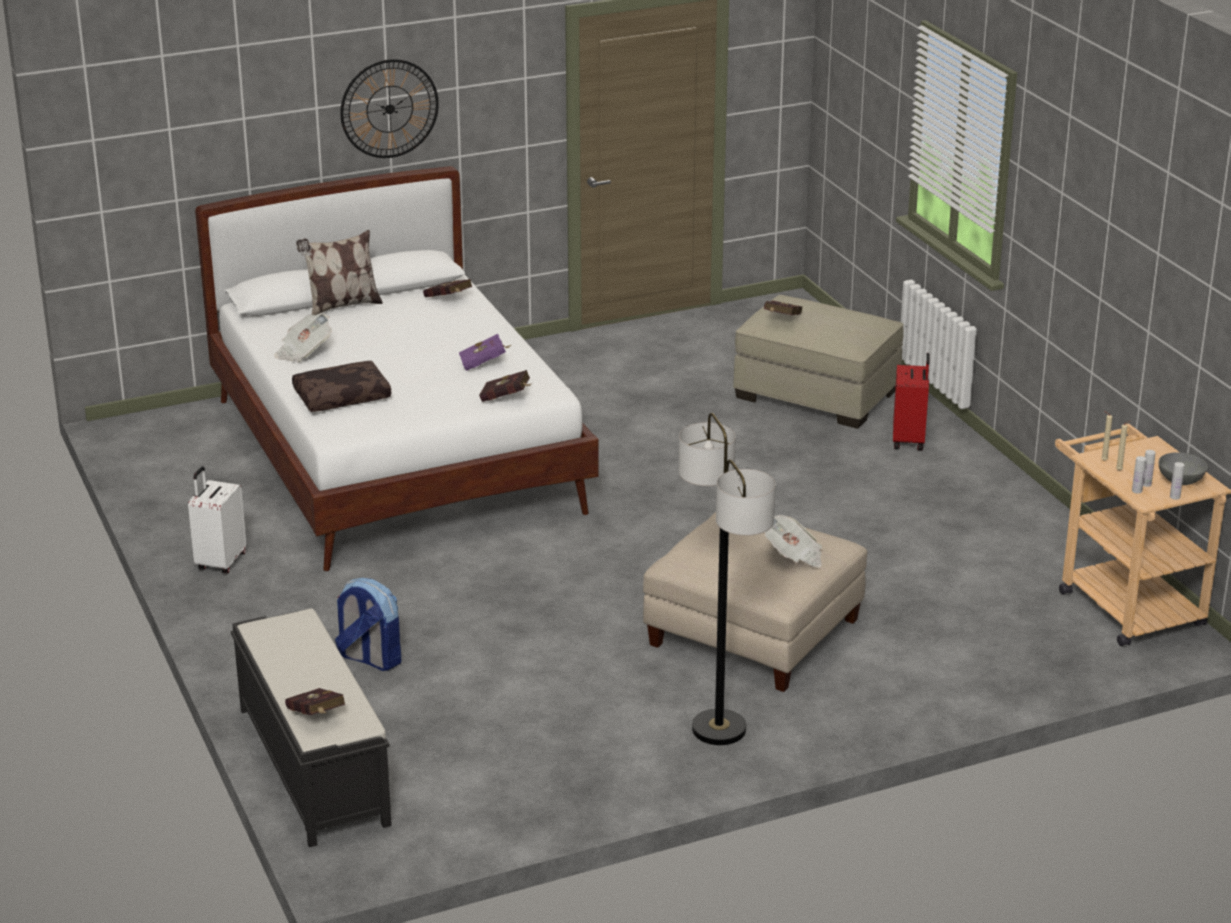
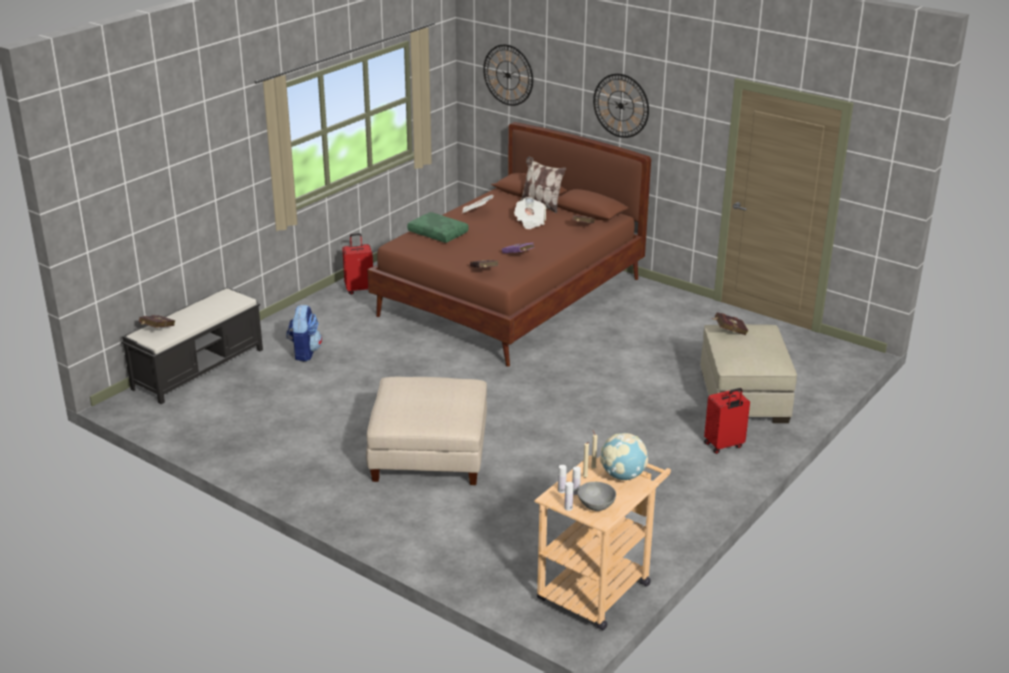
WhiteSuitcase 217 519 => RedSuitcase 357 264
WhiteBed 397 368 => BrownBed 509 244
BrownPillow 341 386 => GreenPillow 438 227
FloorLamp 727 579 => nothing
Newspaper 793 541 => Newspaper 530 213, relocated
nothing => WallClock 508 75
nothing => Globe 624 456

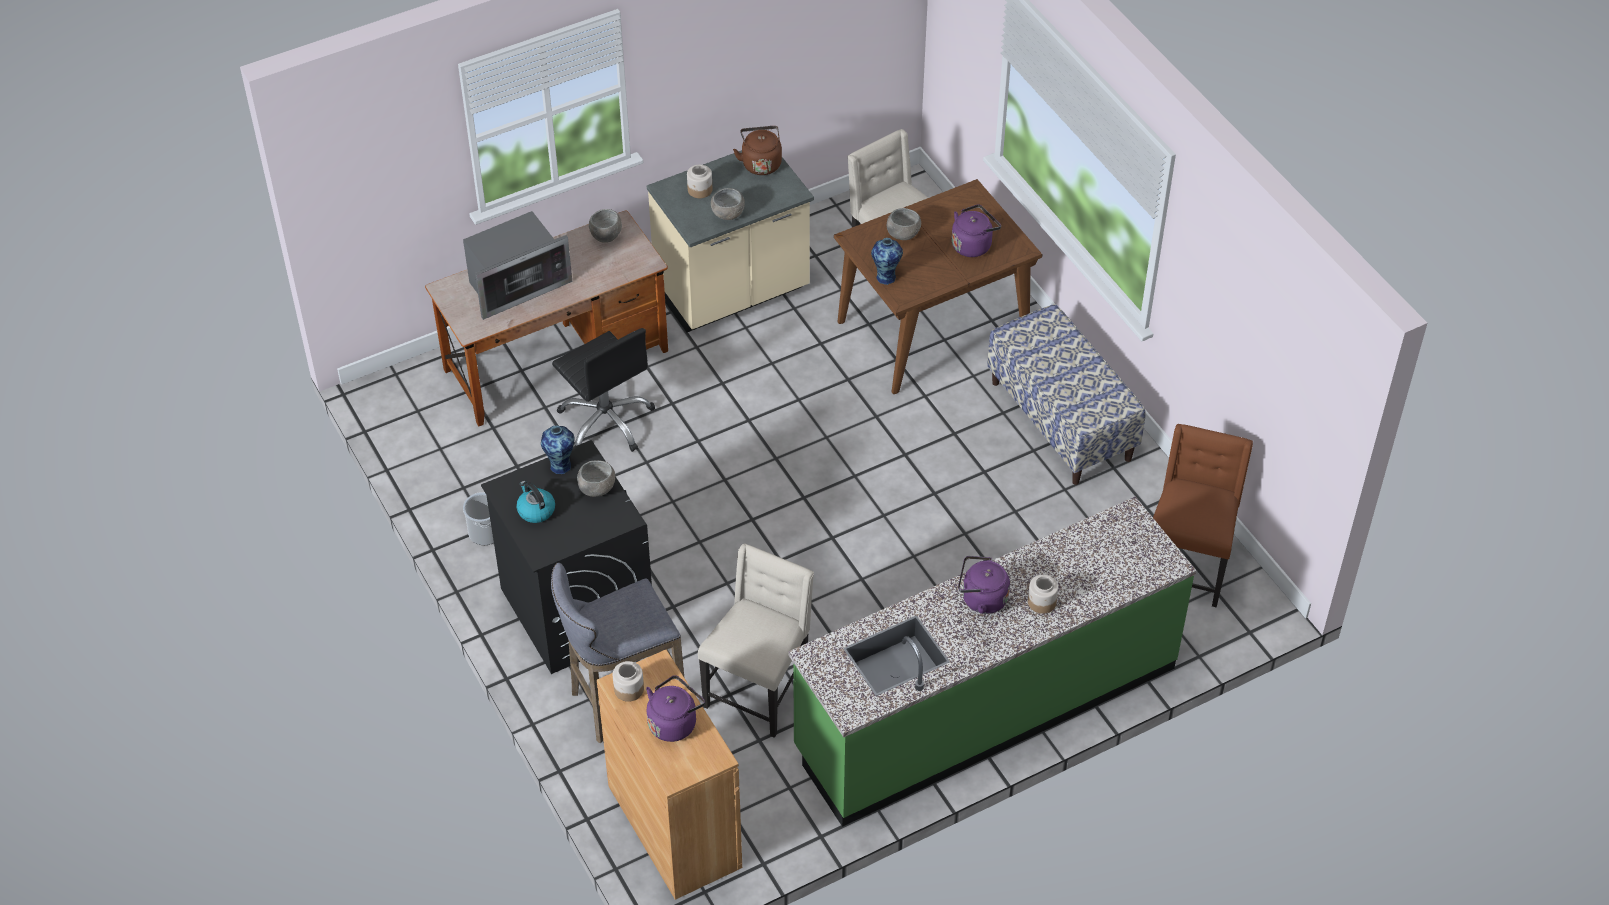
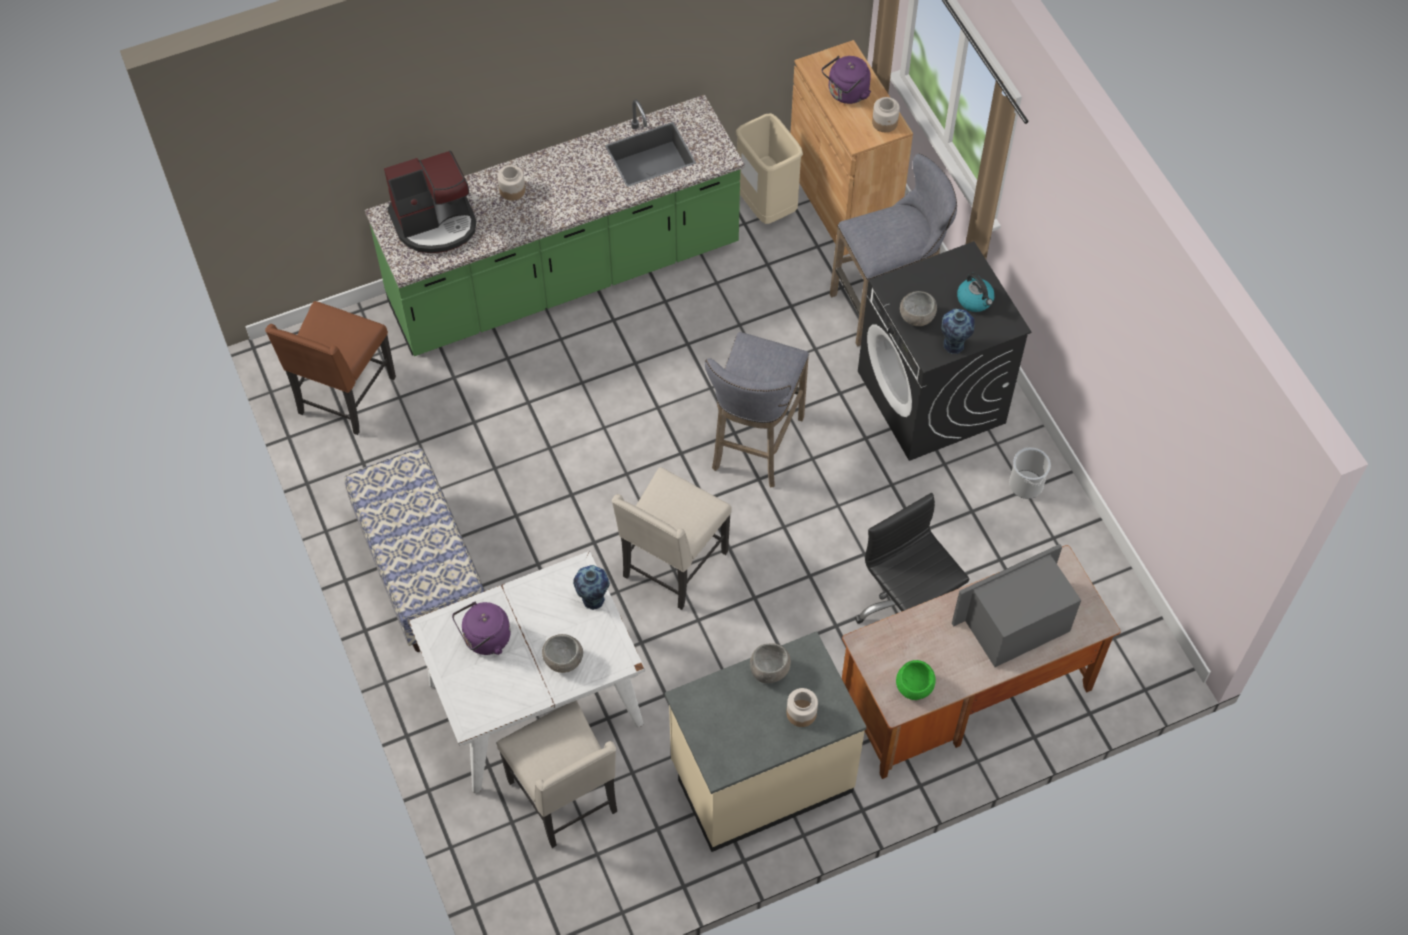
GreyBowl 605 226 => GreenBowl 916 680
BeigeChair 756 640 => BeigeChair 672 538, relocated
BrownKettle 757 150 => nothing
BrownDiningTable 938 286 => WhiteDiningTable 527 672
PurpleKettle 984 585 => nothing
nothing => CoffeeMachine 430 202
nothing => GreyStool 757 410
nothing => BeigeTrashCan 769 168

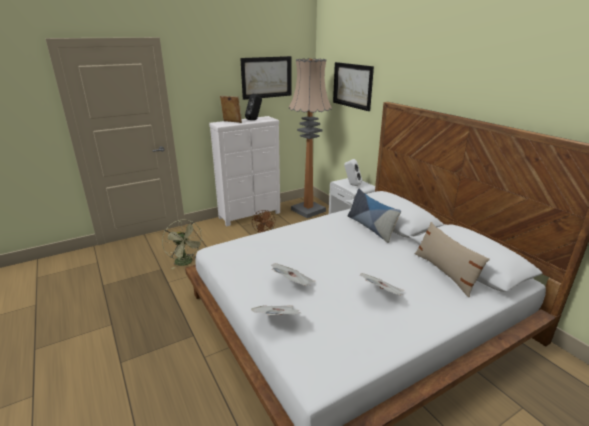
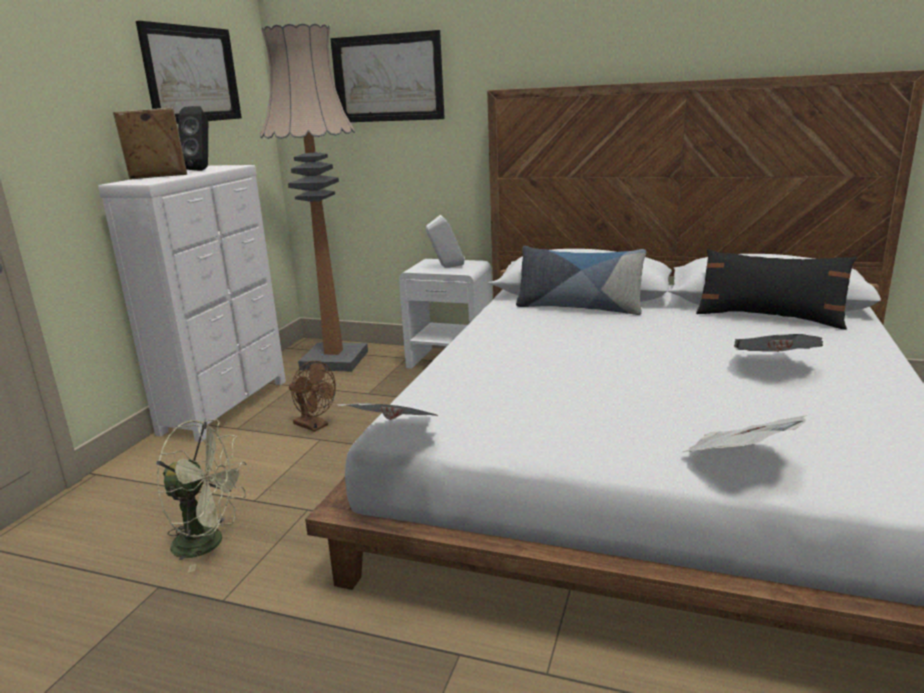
Newspaper 293 274 => Newspaper 388 411, relocated
BeigePillow 452 259 => BlackPillow 776 289

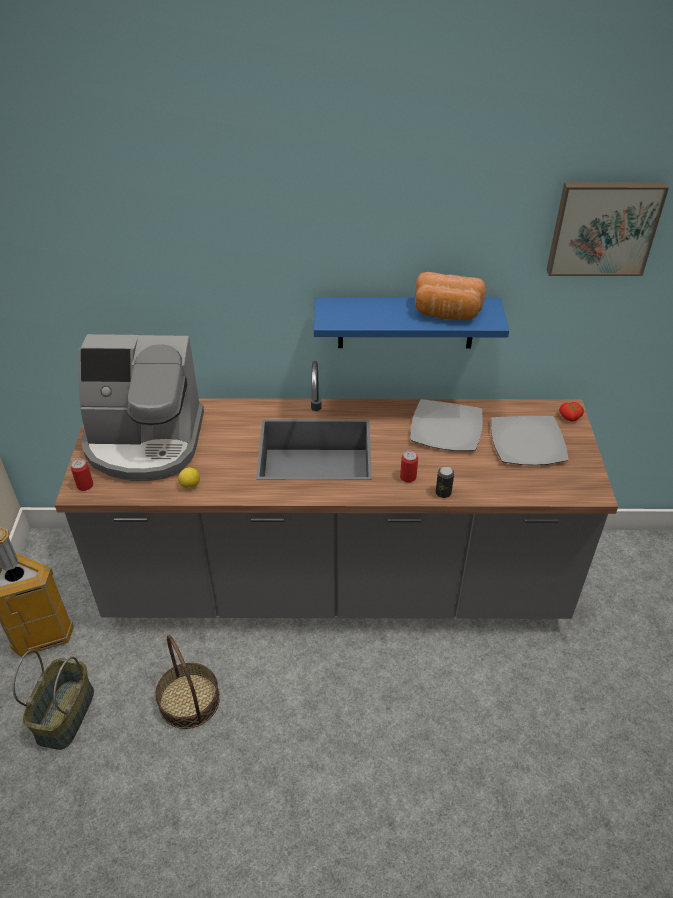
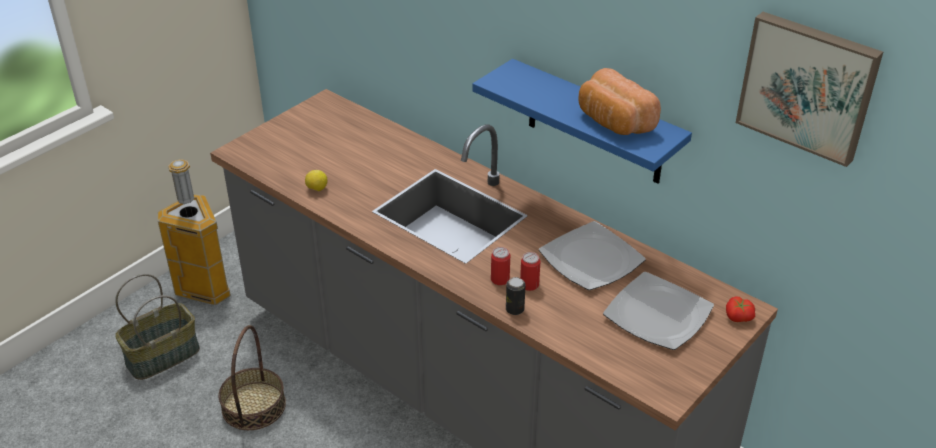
Can 82 474 => Can 530 271, relocated
CoffeeMachine 141 407 => nothing

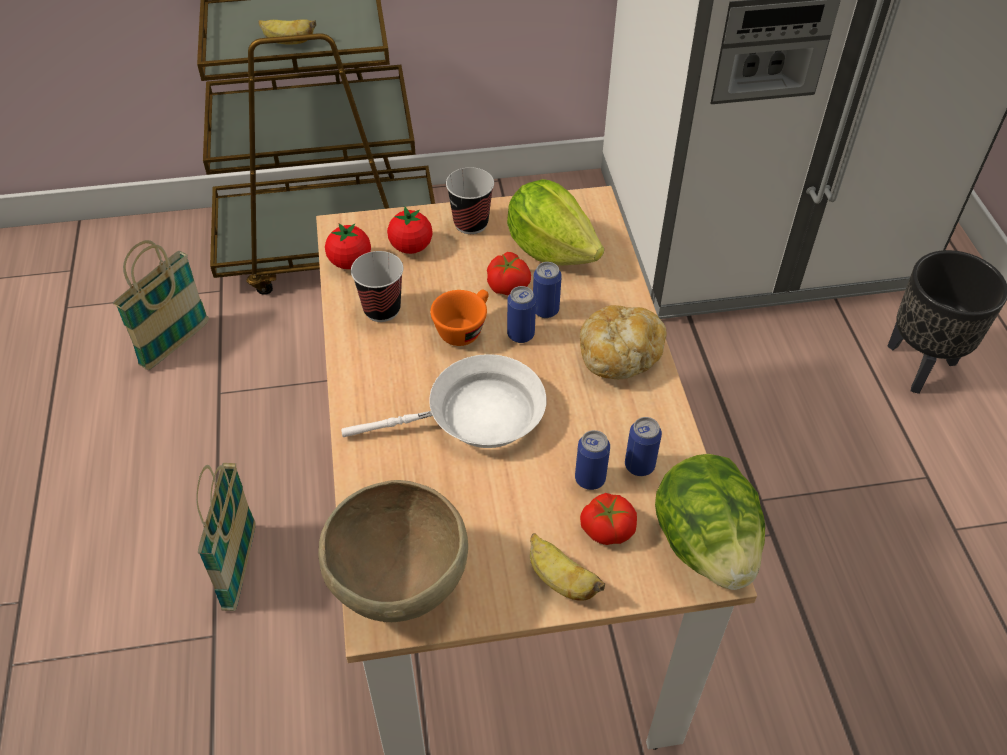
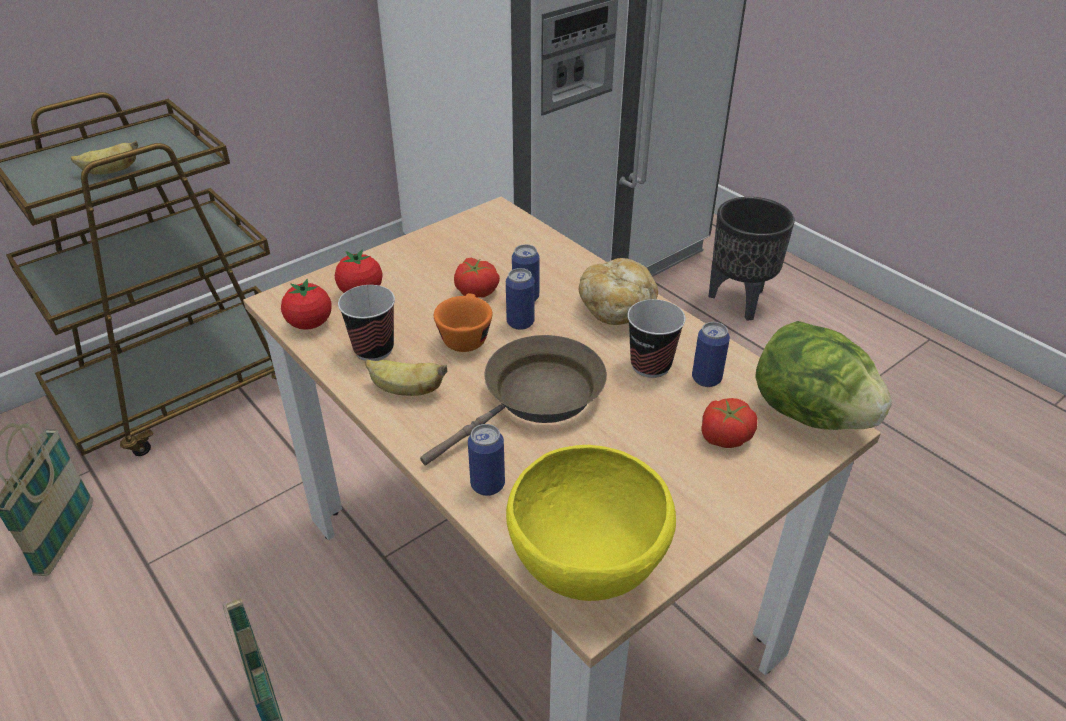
BrownBowl 393 551 => YellowBowl 591 523
WhiteFryingPan 443 401 => BrownFryingPan 513 400
Cup 470 200 => Cup 656 338, relocated
Lettuce 555 222 => nothing
Banana 567 567 => Banana 406 377, relocated
Can 592 460 => Can 486 460, relocated

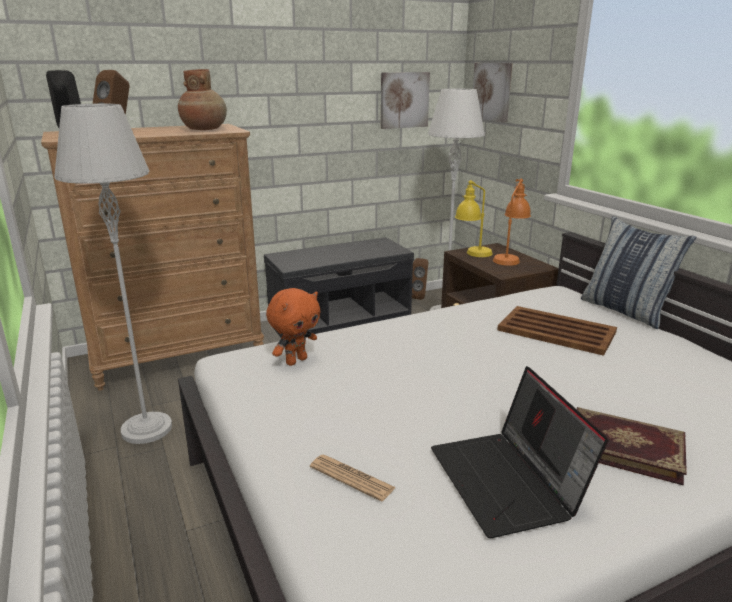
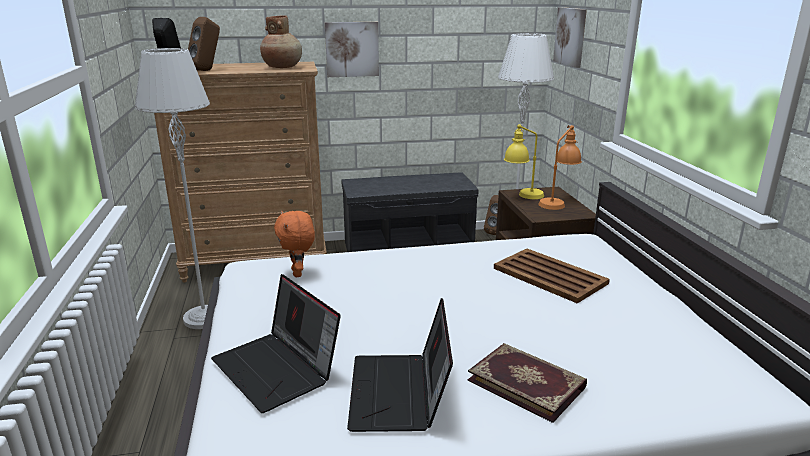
OrangePlushToy 293 327 => OrangePlushToy 294 244, 105 degrees clockwise
Newspaper 353 477 => Laptop 276 343
Picture 405 100 => Picture 352 49, relocated
Pillow 638 272 => nothing

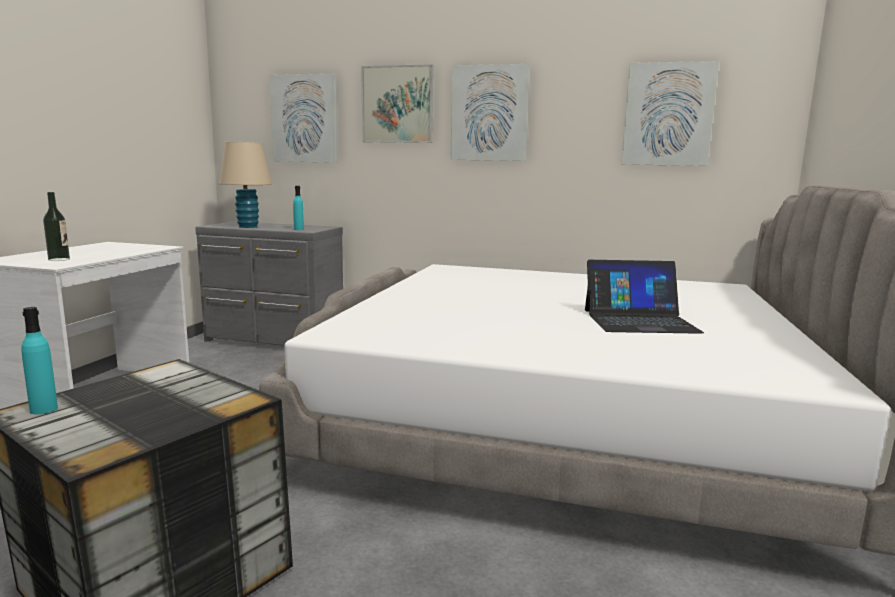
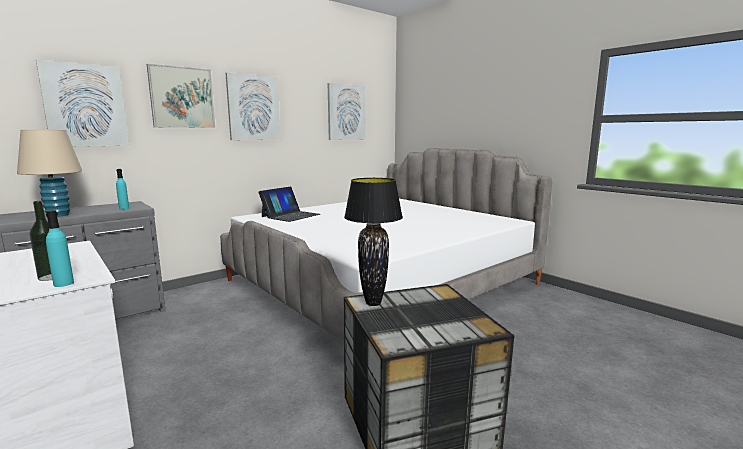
TurquoiseBottle 39 360 => TurquoiseBottle 60 248, relocated
Laptop 644 297 => Laptop 289 204, relocated
nothing => BlackTableLamp 373 242

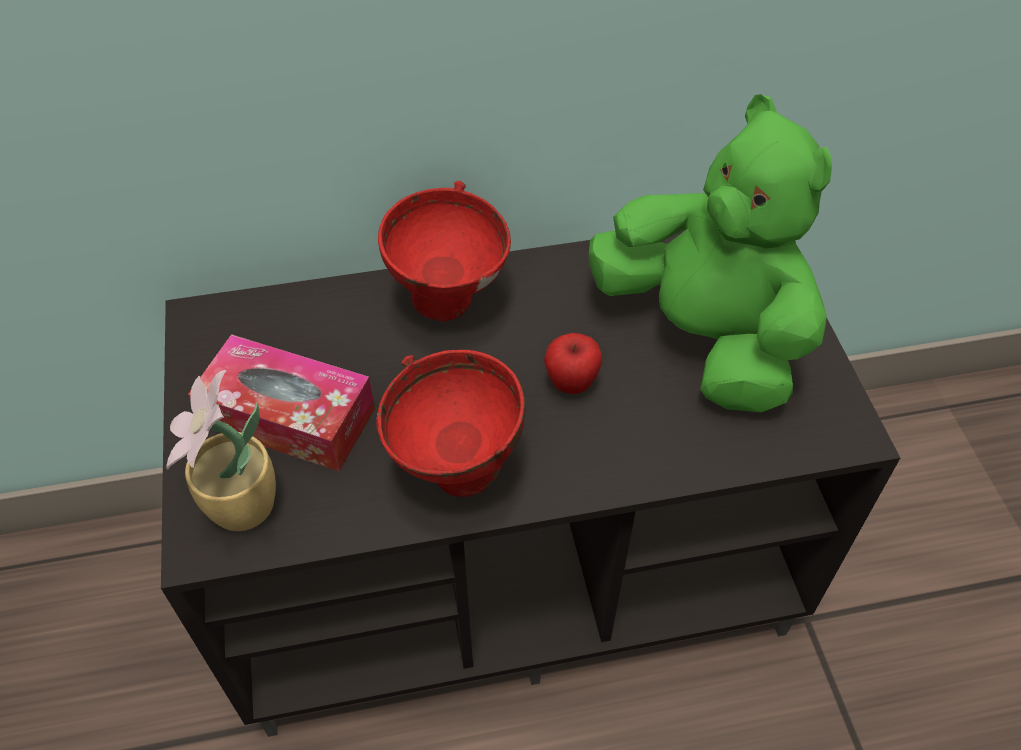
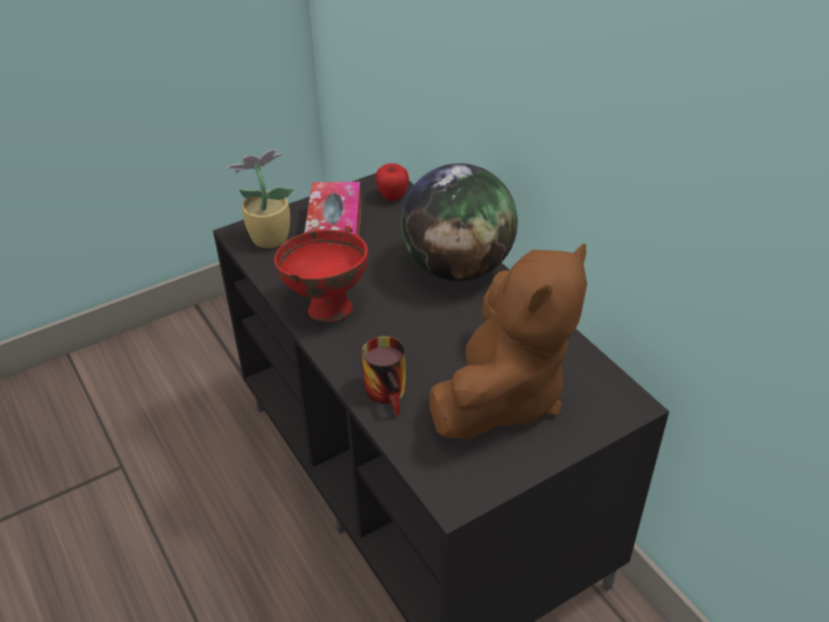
RedBowl 444 251 => Globe 459 222
Apple 573 363 => Apple 392 182, relocated
GreenPlushToy 710 253 => BrownPlushToy 508 341
nothing => Mug 384 375

